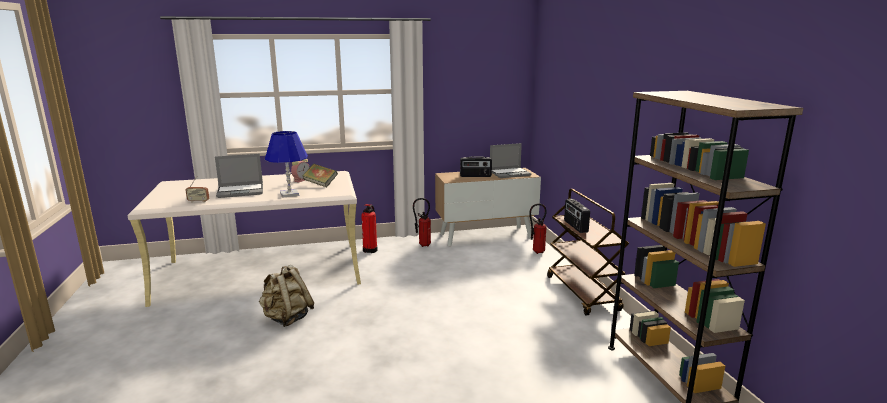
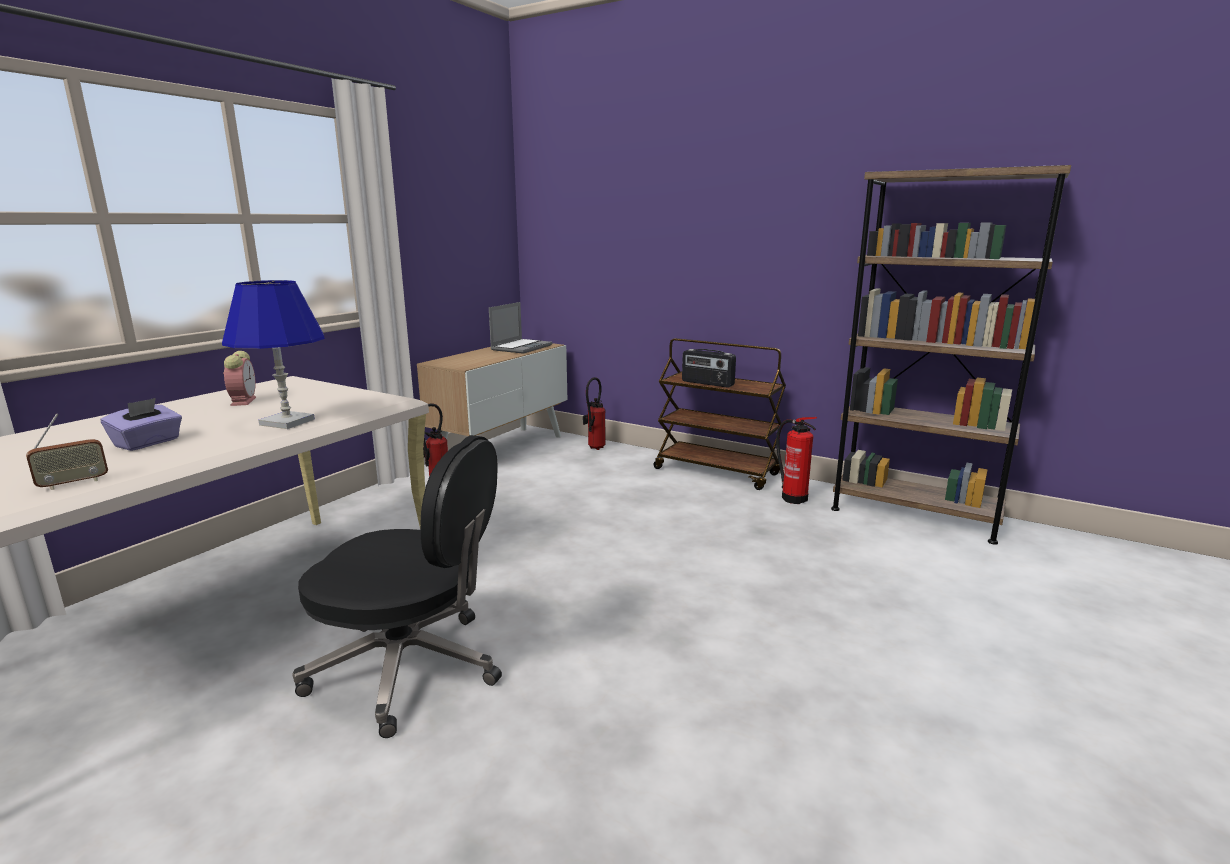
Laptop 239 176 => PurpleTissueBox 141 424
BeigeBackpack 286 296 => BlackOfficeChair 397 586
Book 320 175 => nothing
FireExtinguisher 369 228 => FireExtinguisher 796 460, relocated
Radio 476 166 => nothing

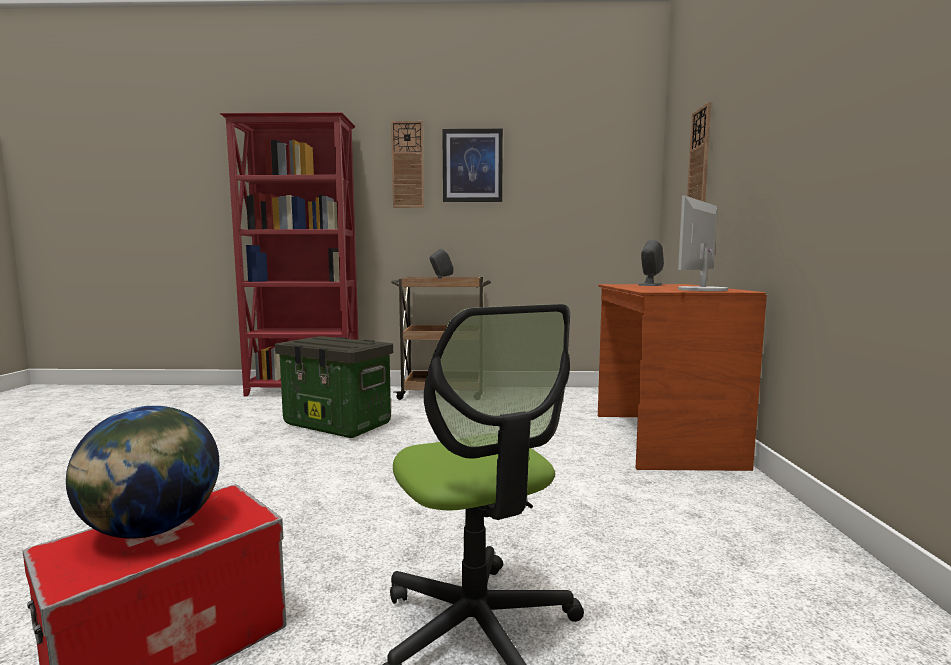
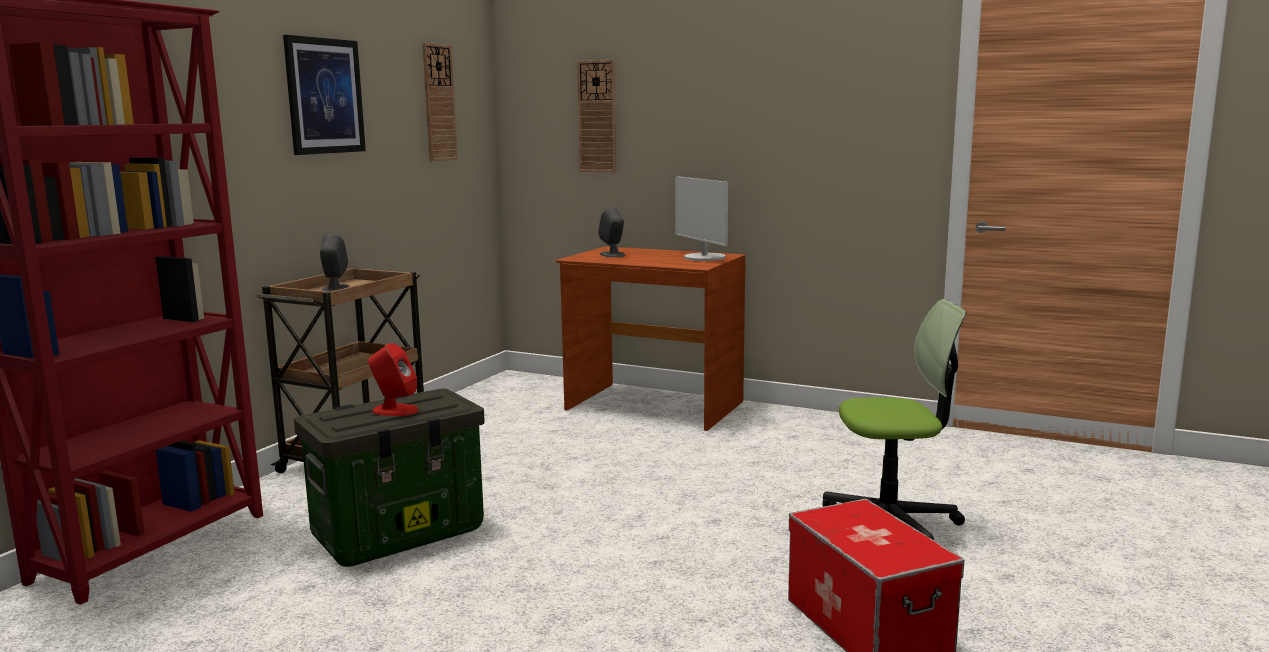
Globe 142 472 => nothing
WallClock 407 164 => WallClock 440 102, relocated
nothing => RedSpeaker 393 379

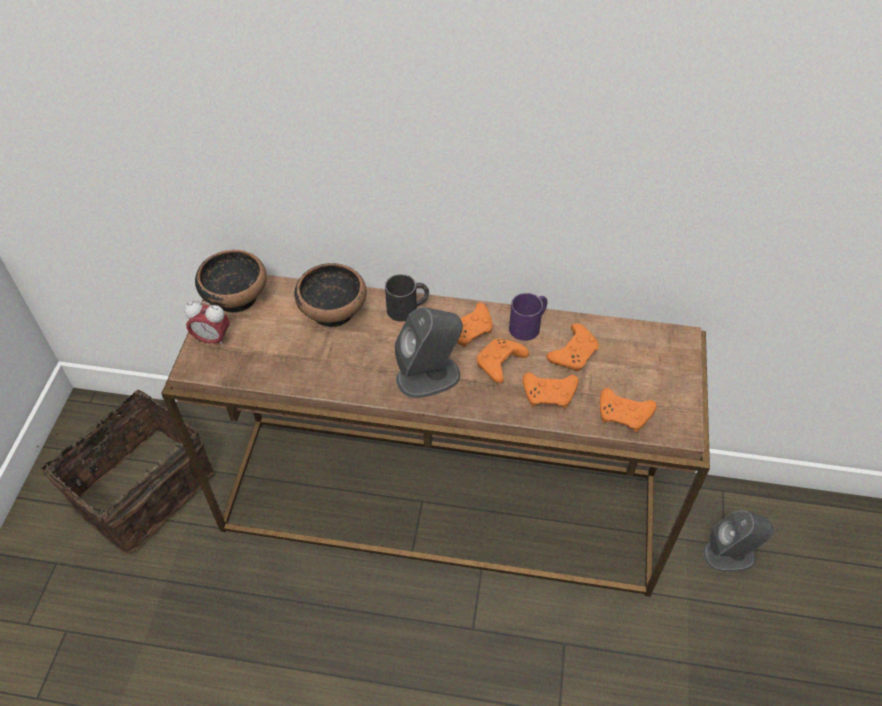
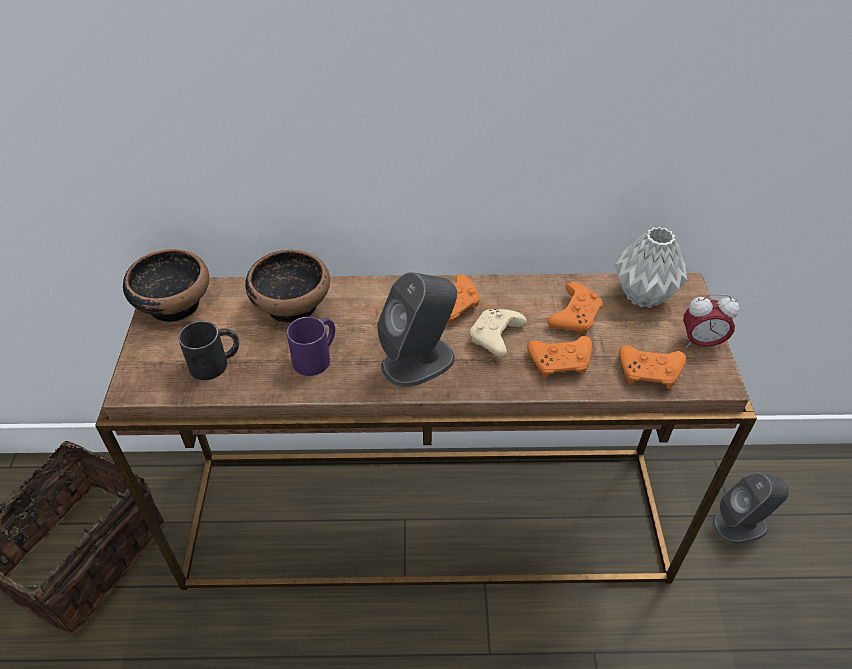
AlarmClock 206 324 => AlarmClock 711 321, relocated
BlackMug 407 298 => BlackMug 208 350, relocated
OrangeGameController 503 361 => BeigeGameController 498 333
PurpleMug 528 317 => PurpleMug 311 346, relocated
nothing => GreyVase 651 267

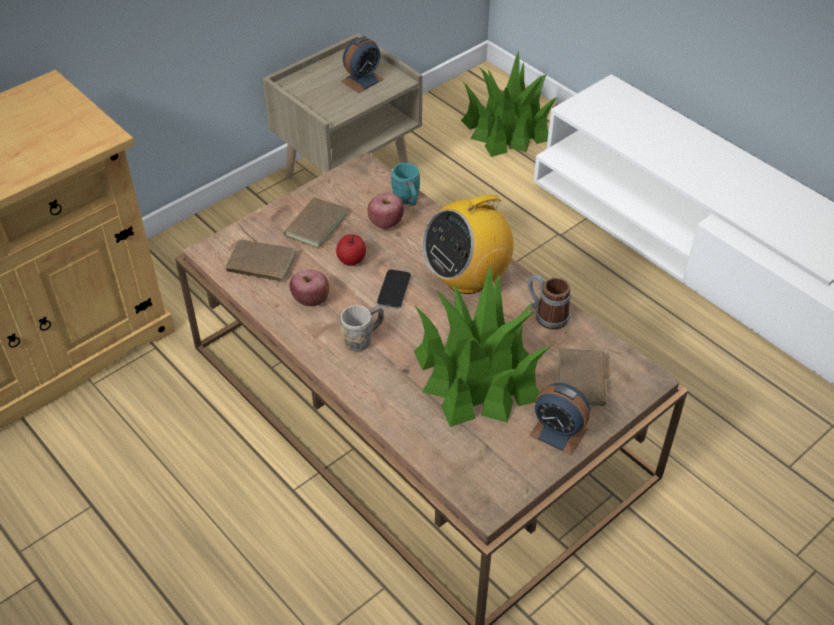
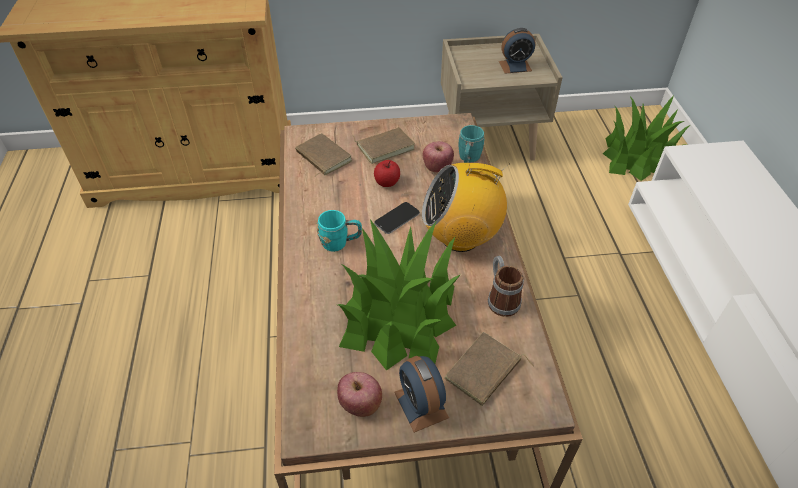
Apple 309 288 => Apple 359 394, relocated
GreyMug 362 328 => TurquoiseMug 339 231

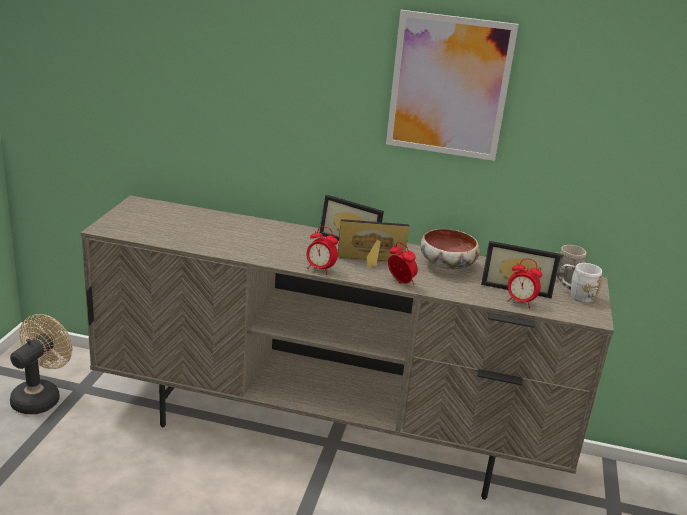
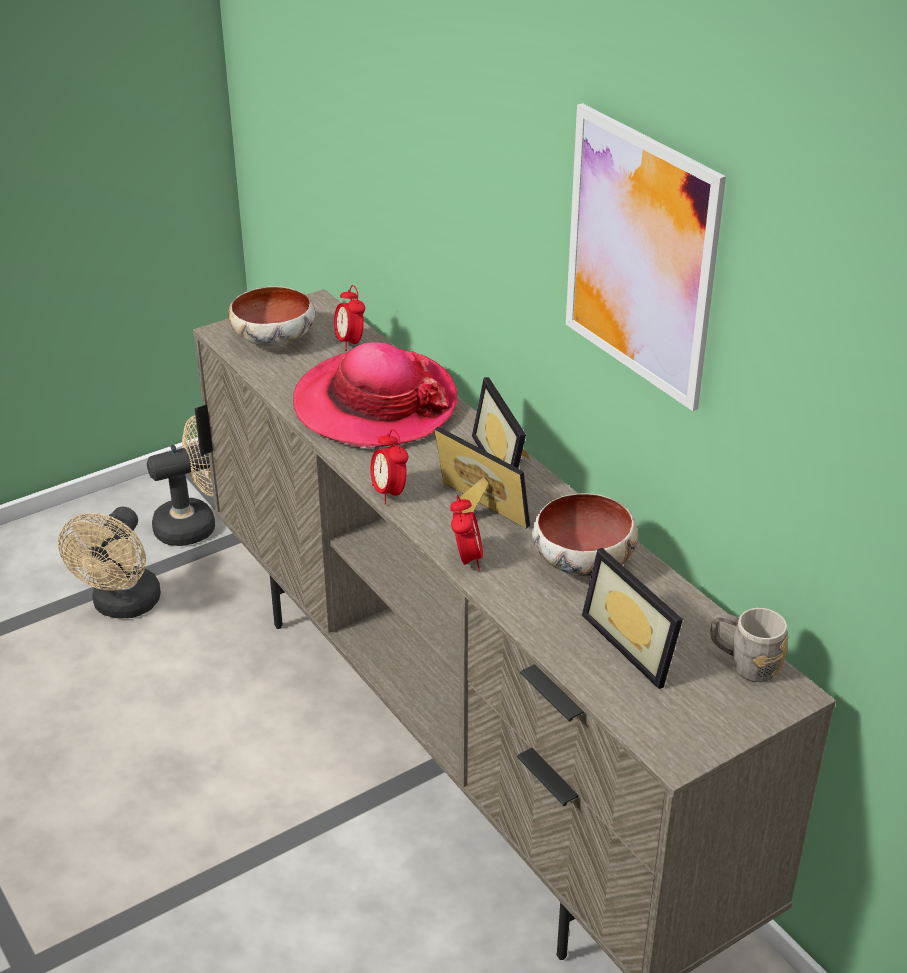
AlarmClock 524 283 => AlarmClock 349 318, relocated
WhiteMug 581 283 => nothing
nothing => BeigeFan 109 563
nothing => Bowl 271 316
nothing => Hat 375 395

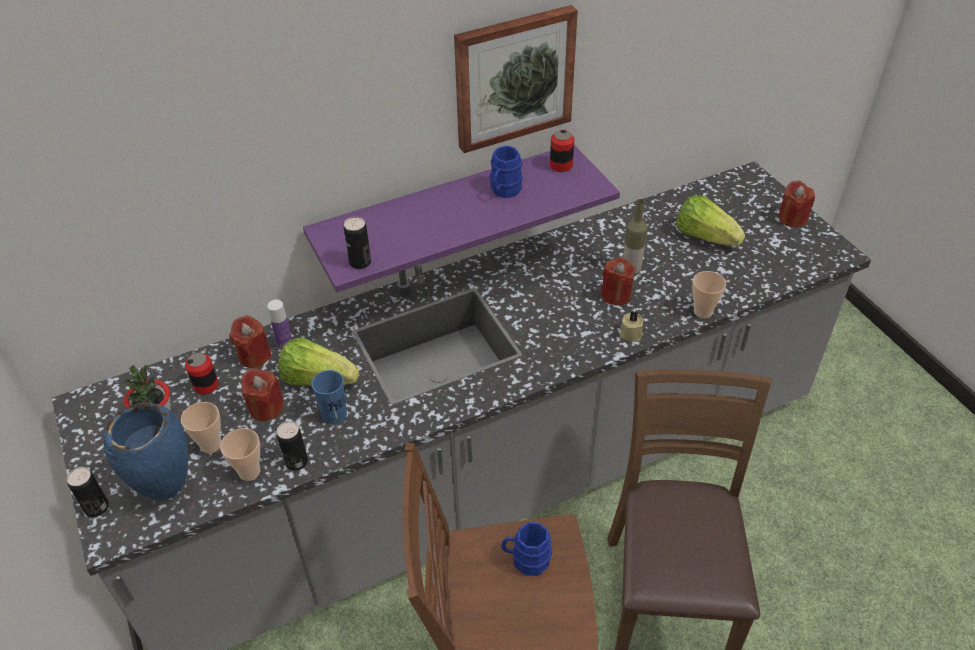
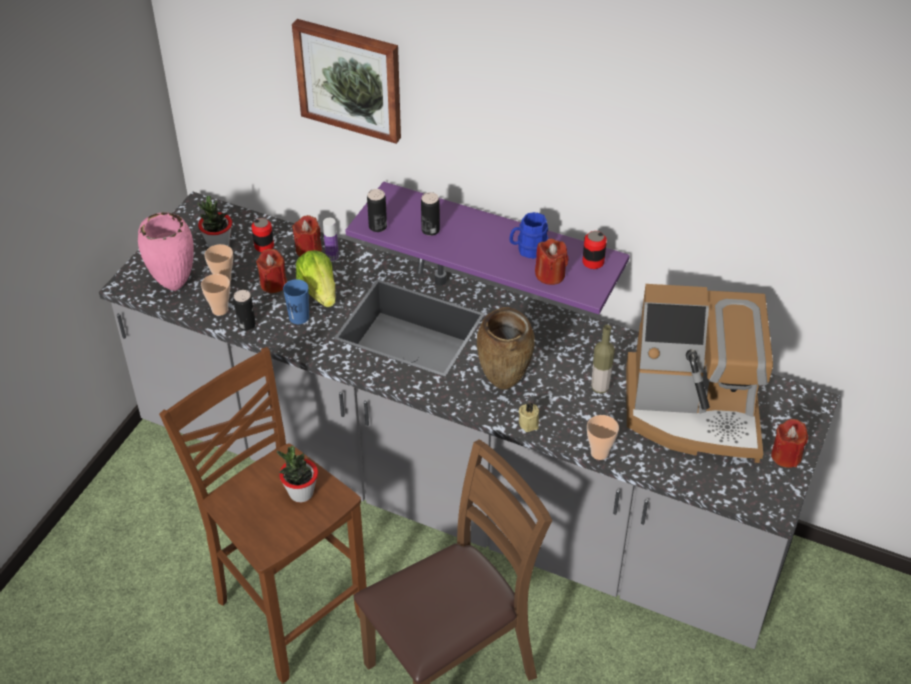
Can 88 492 => Can 430 214, relocated
BlueVase 146 451 => PinkVase 166 251
Picture 516 79 => Picture 346 81, relocated
BlueMug 526 549 => PottedPlant 297 474
RedCandle 618 281 => RedCandle 552 262, relocated
Lettuce 710 221 => CoffeeMachine 699 373
nothing => BrownVase 506 348

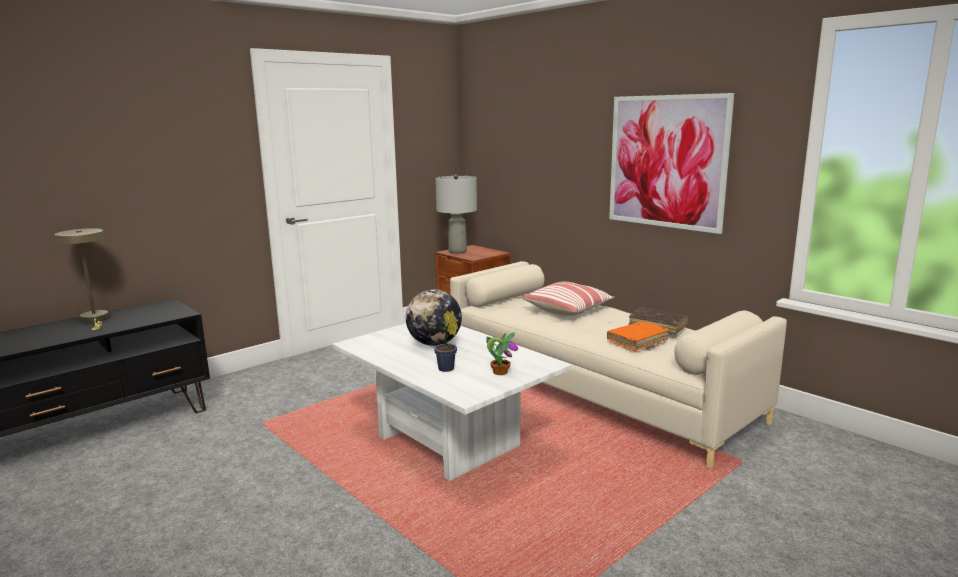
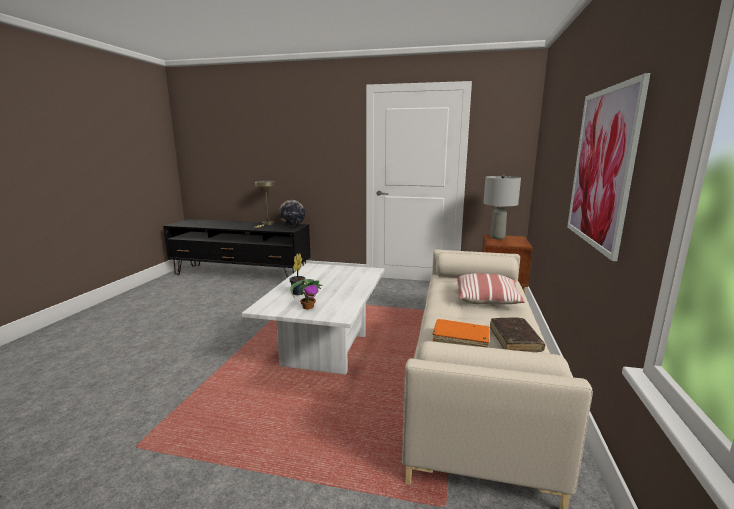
Globe 434 317 => Globe 292 213, relocated

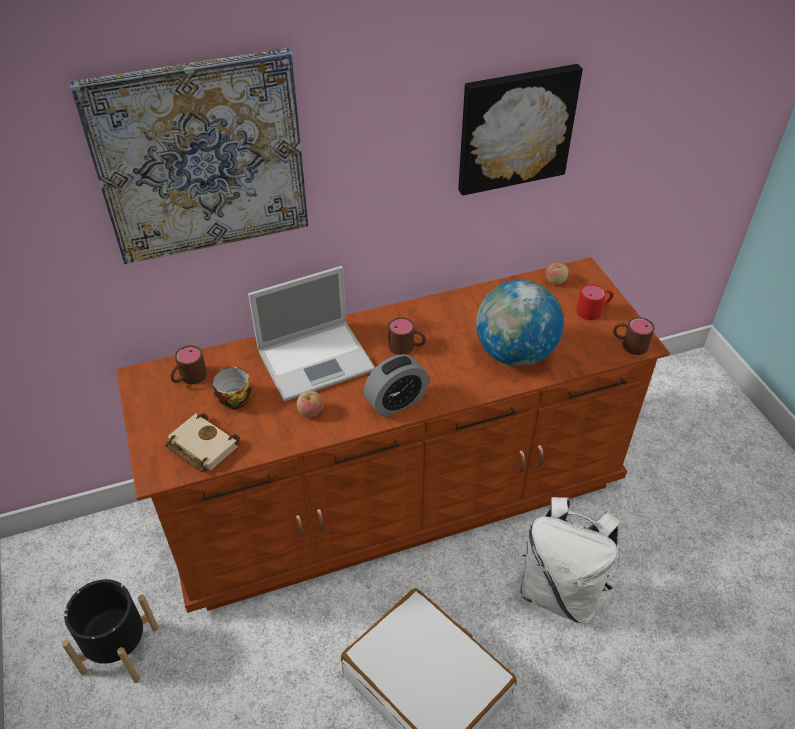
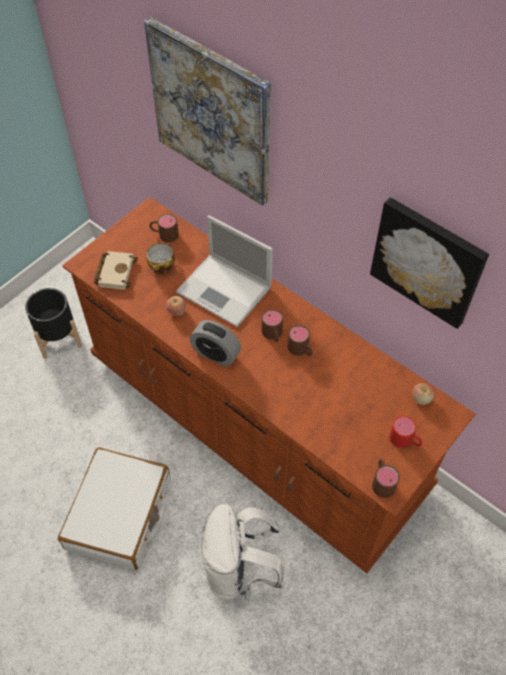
Globe 519 323 => nothing
nothing => BrownMug 300 340

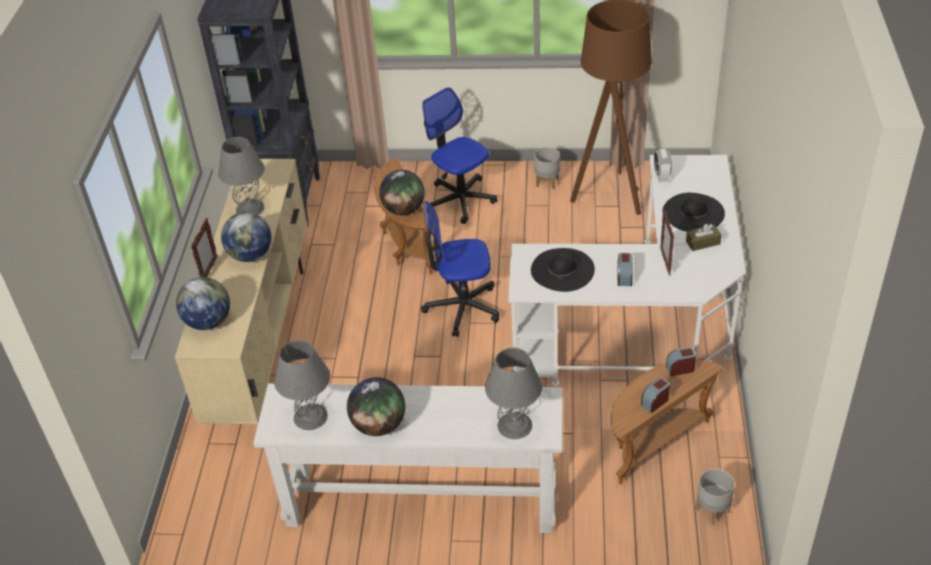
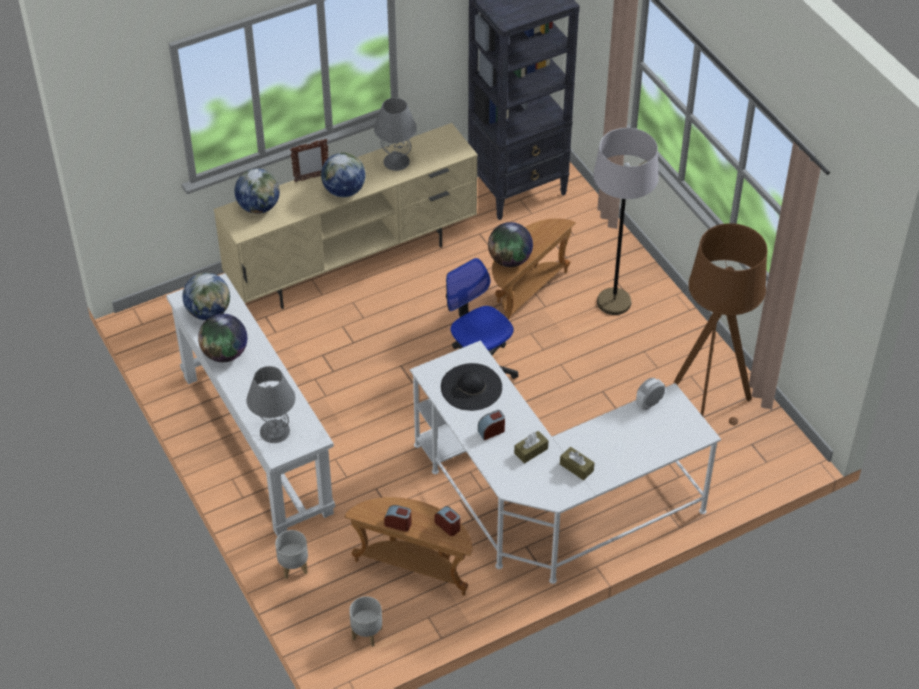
GreyTableLamp 302 385 => Globe 206 296
OfficeChair 460 155 => GreyFloorLamp 626 221
GreyPlanter 547 168 => GreyPlanter 291 554, relocated
PictureFrame 667 242 => BrownTissueBox 531 447
BlackHat 694 212 => nothing

